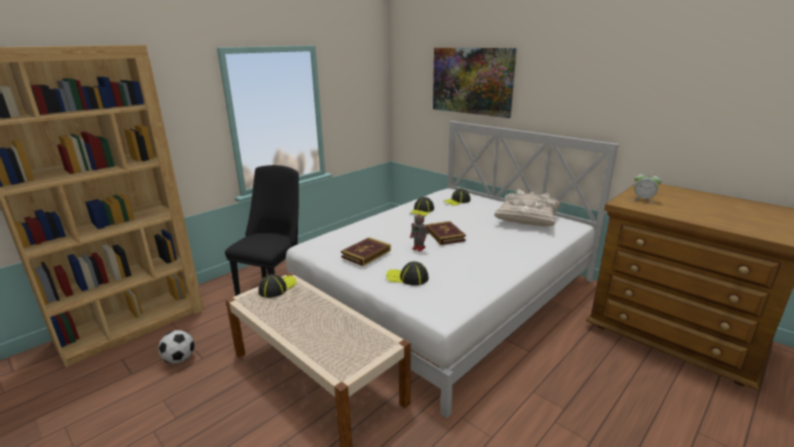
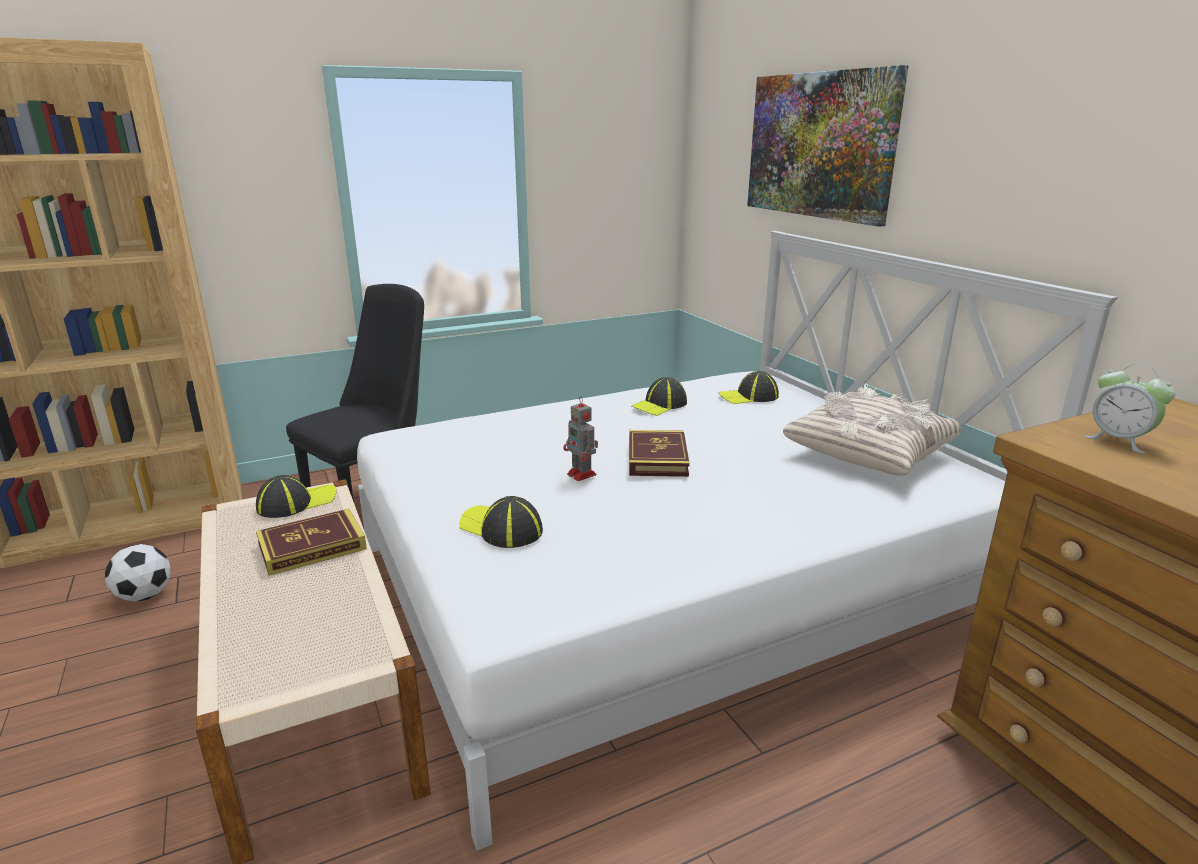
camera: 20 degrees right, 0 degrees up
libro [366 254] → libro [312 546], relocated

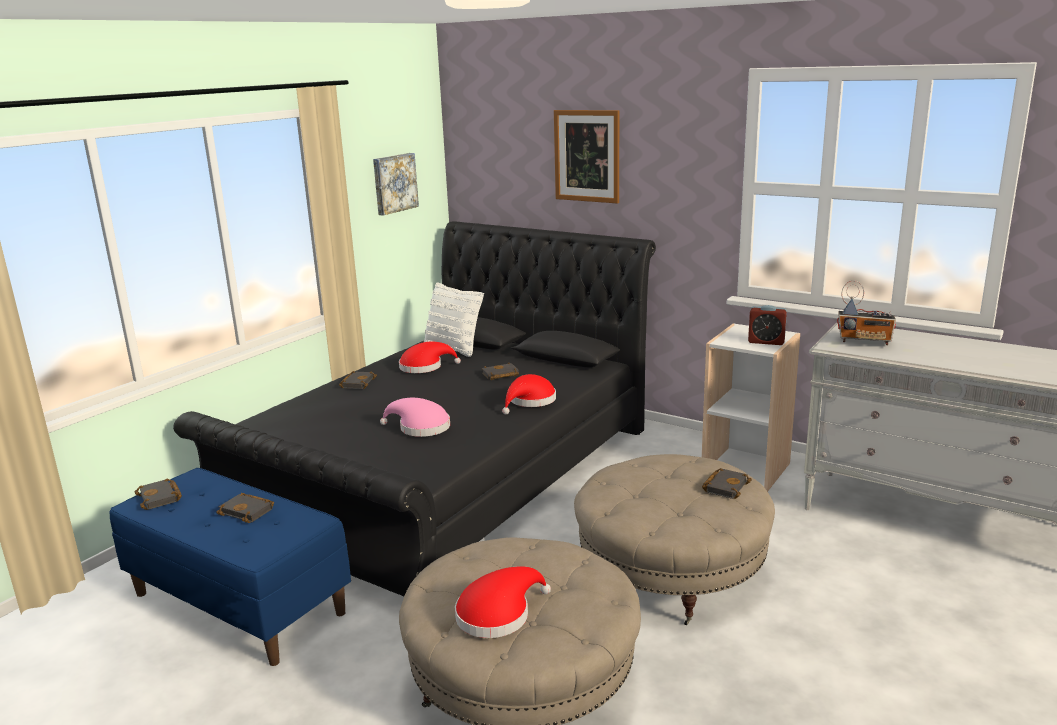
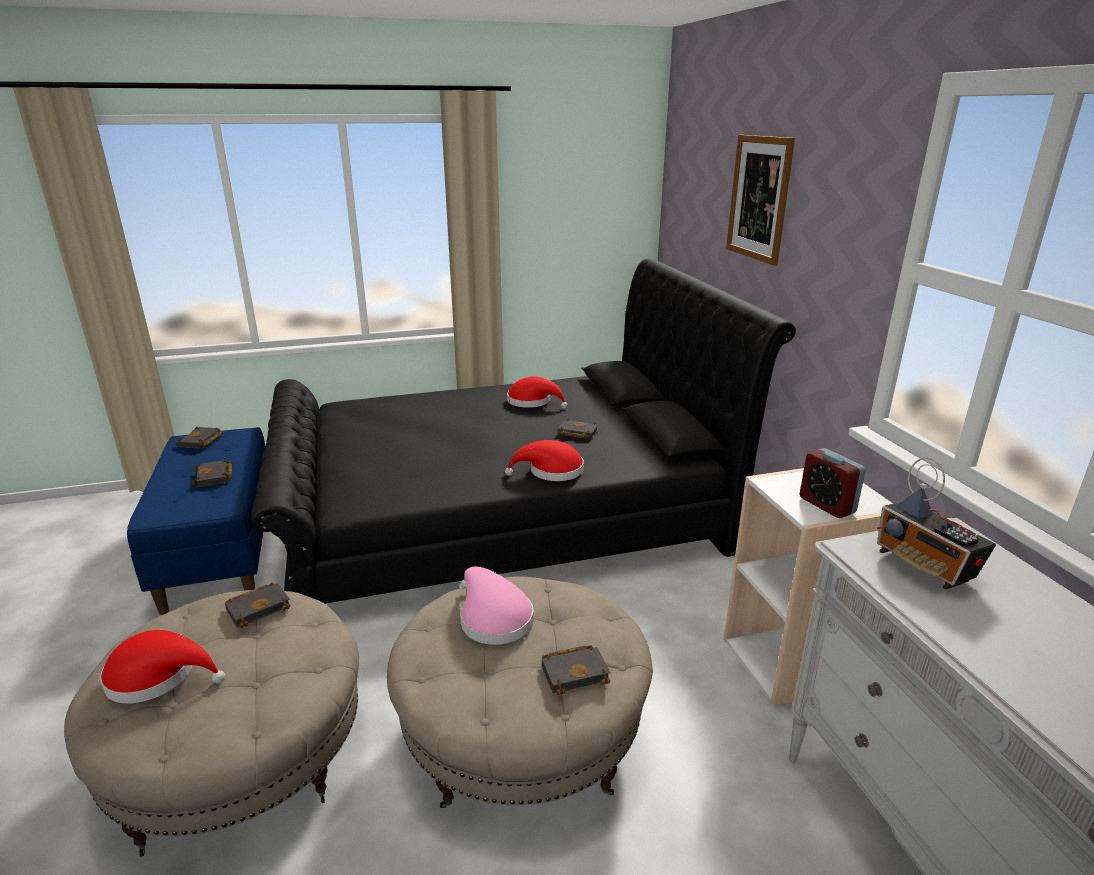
camera: 40 degrees right, 5 degrees up
cuadro [394 183] → -
cojín (blanco) [455 349] → -
libro (negro) [357 383] → libro (negro) [259 607], relocated
sombrero (rosa) [420 427] → sombrero (rosa) [493 618], relocated

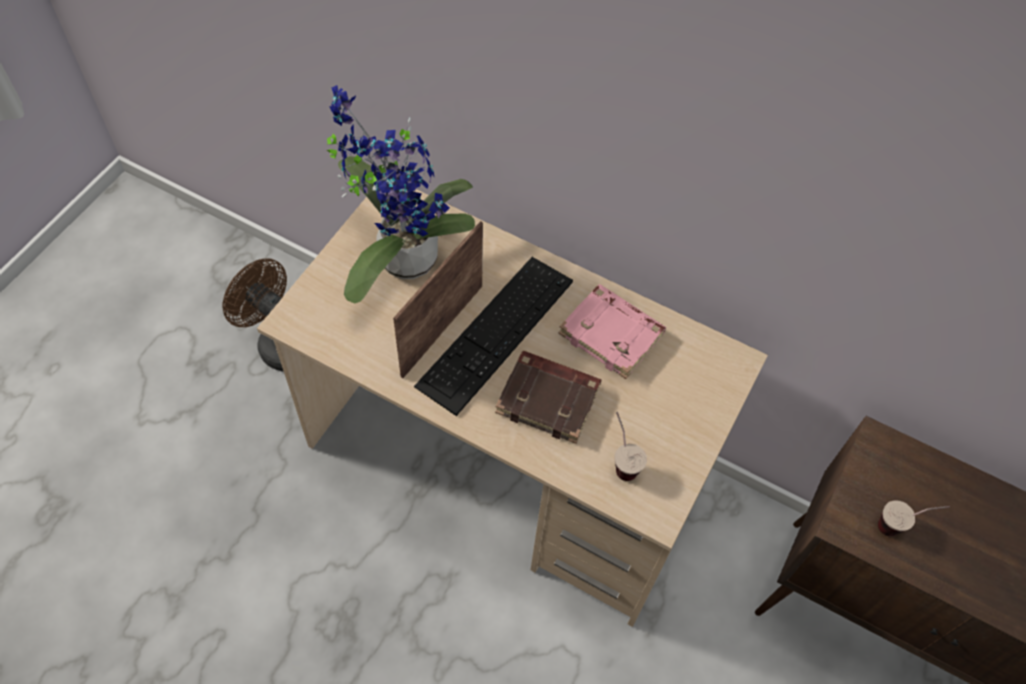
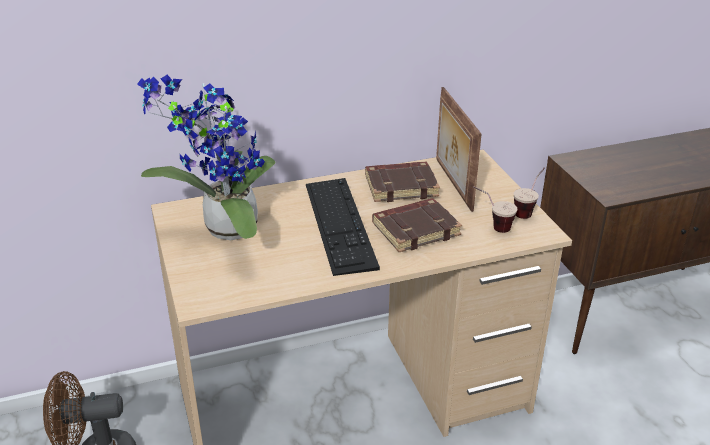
camera: 45 degrees left, 25 degrees down
portarretratos [440 329] → portarretratos [452 184], relocated
taza [900 526] → taza [528 210], relocated
libro (rosa) [613 334] → libro (marrón) [401 186]

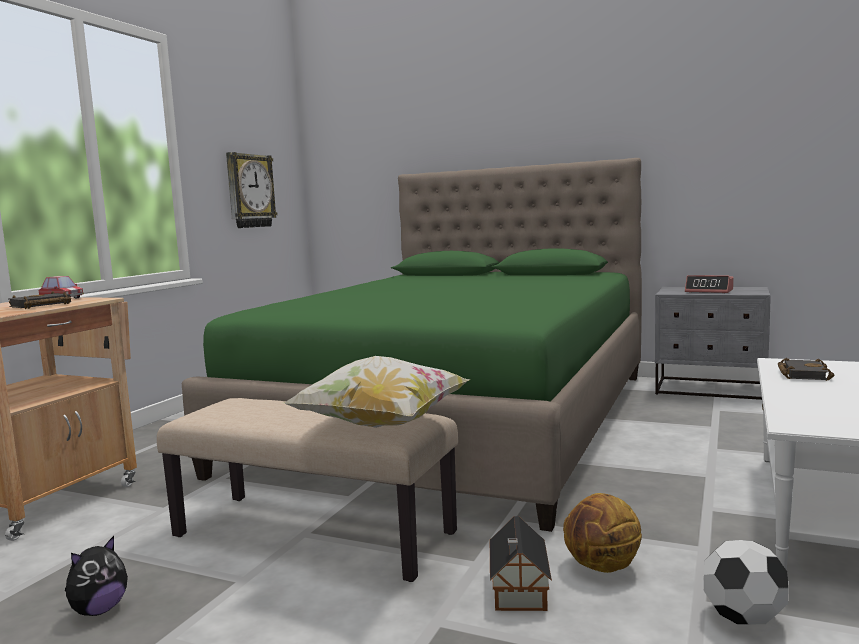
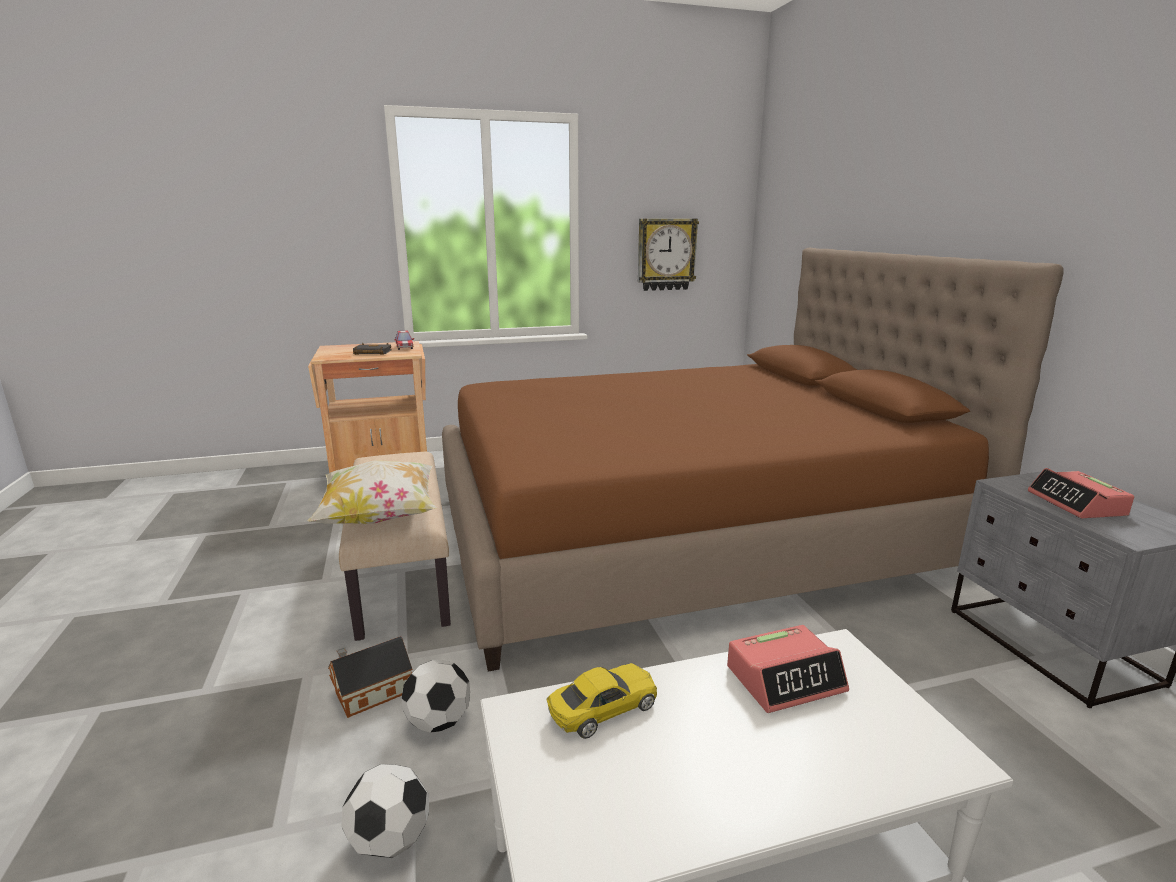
camera: 50 degrees right, 10 degrees up
peluche [99 610] → -
- → coche de juguete (amarillo) [603 708]
balón de baloncesto [602 567] → balón de fútbol [439 722]
libro (negro) [801 374] → despertador [785 679]
cama (verde) [459 419] → cama (marrón) [687 534]

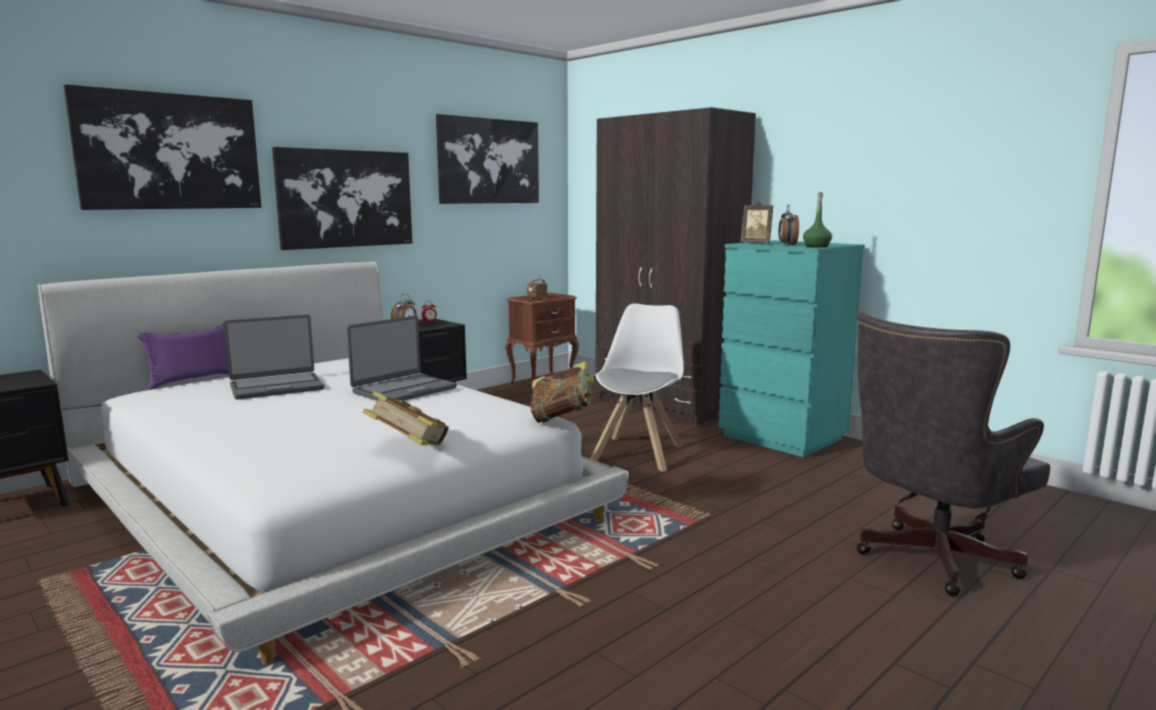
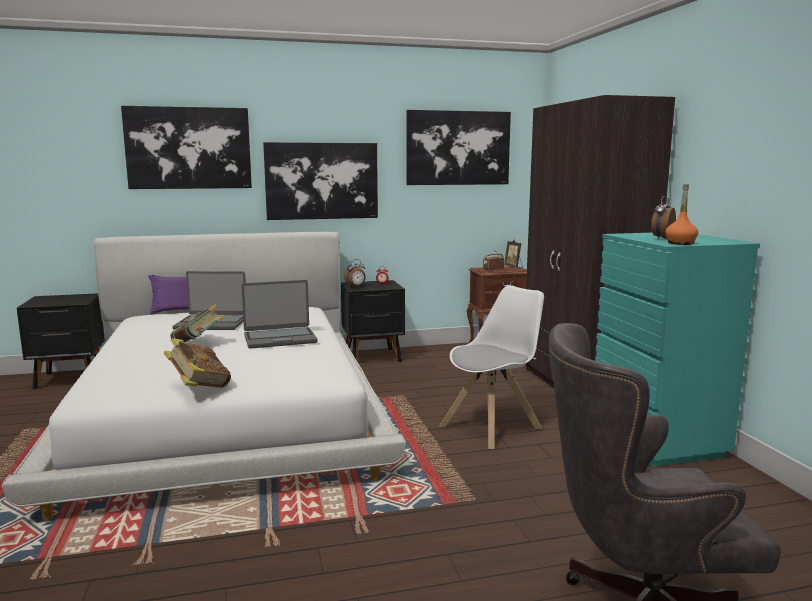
camera: 30 degrees right, 0 degrees up
libro [562 418] → libro [198 344], relocated
portarretratos [756 243] → portarretratos [514 267], relocated
botella (verde) [816 246] → botella (naranja) [680 243]

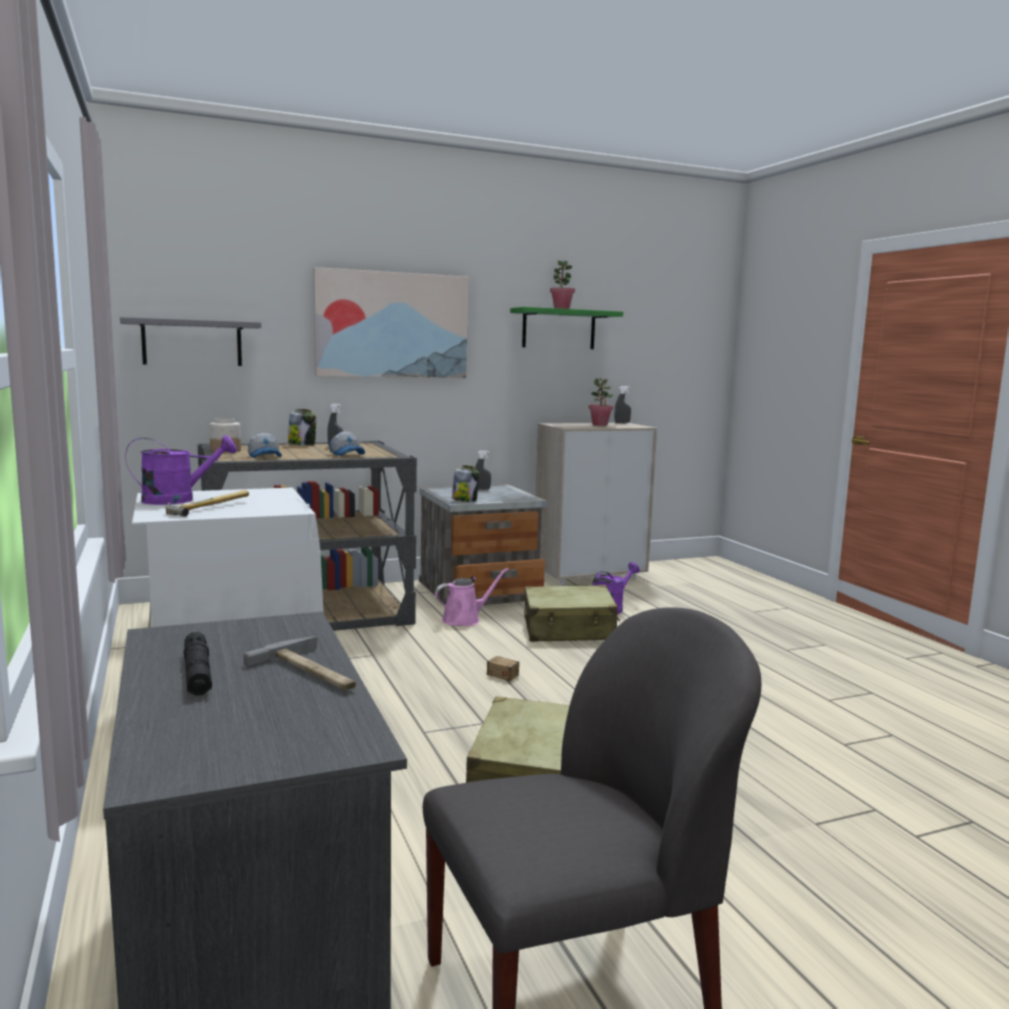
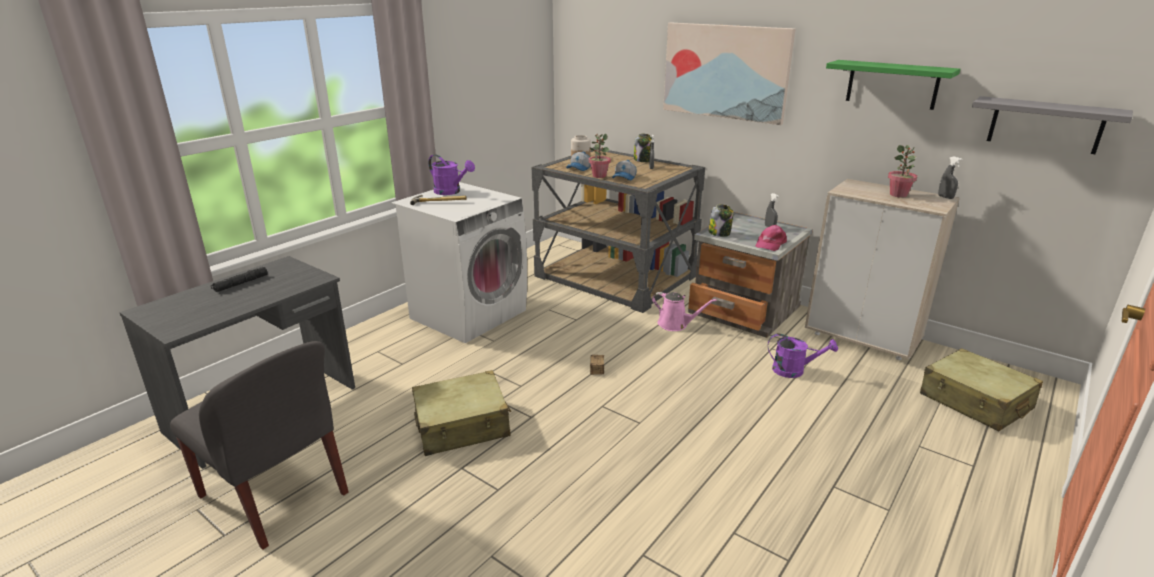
camera: 60 degrees right, 15 degrees up
martillo [313 672] → -
- → gorra (rosa) [770 244]
estante (gris) [192 343] → estante (gris) [1045 125], relocated
maleta (beis) [569 630] → maleta (beis) [975 402], relocated
planta en maceta [561 309] → planta en maceta [599 176], relocated

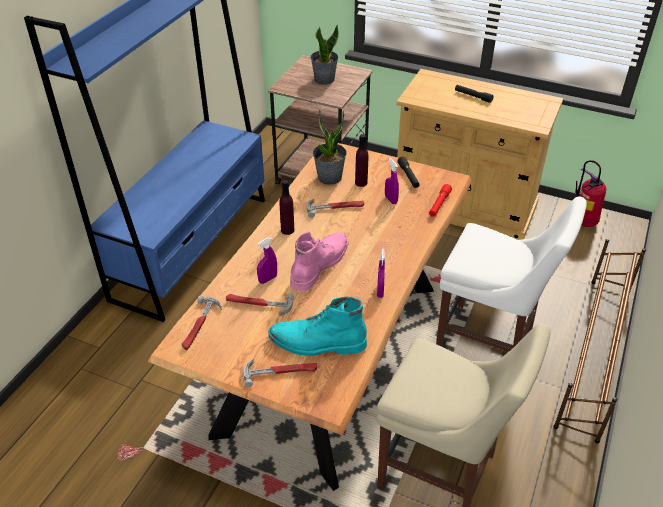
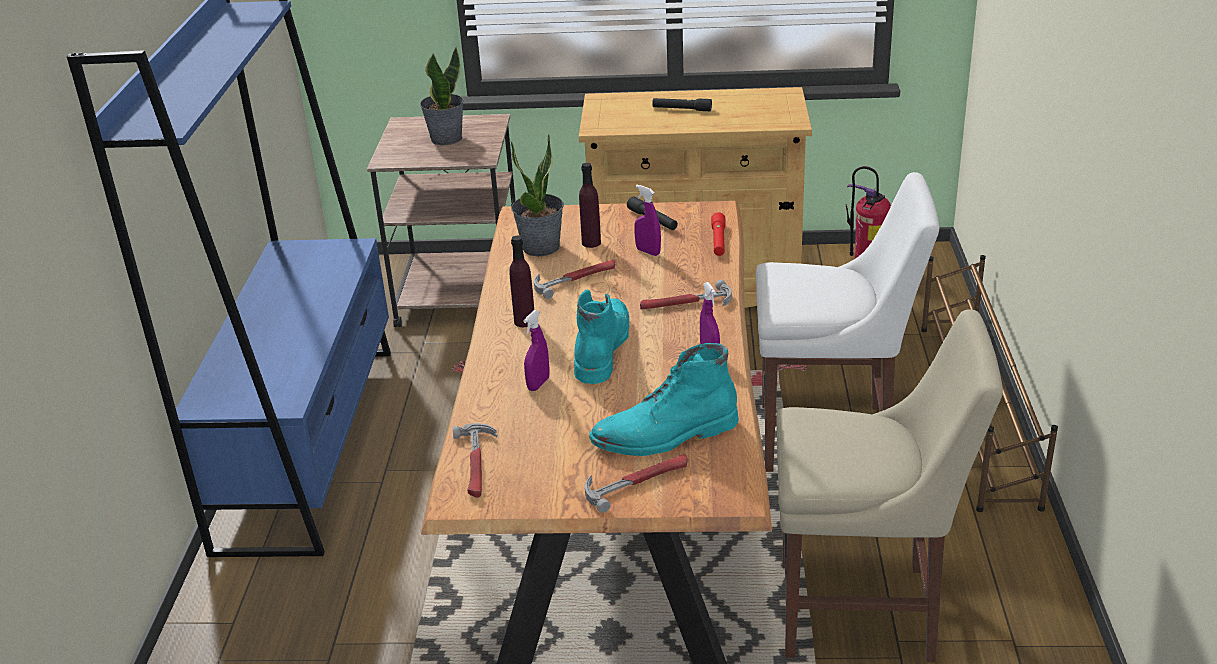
camera: 20 degrees left, 10 degrees down
martillo [258 304] → martillo [686 303], relocated
bota (rosa) [319 264] → bota (turquesa) [600 348]

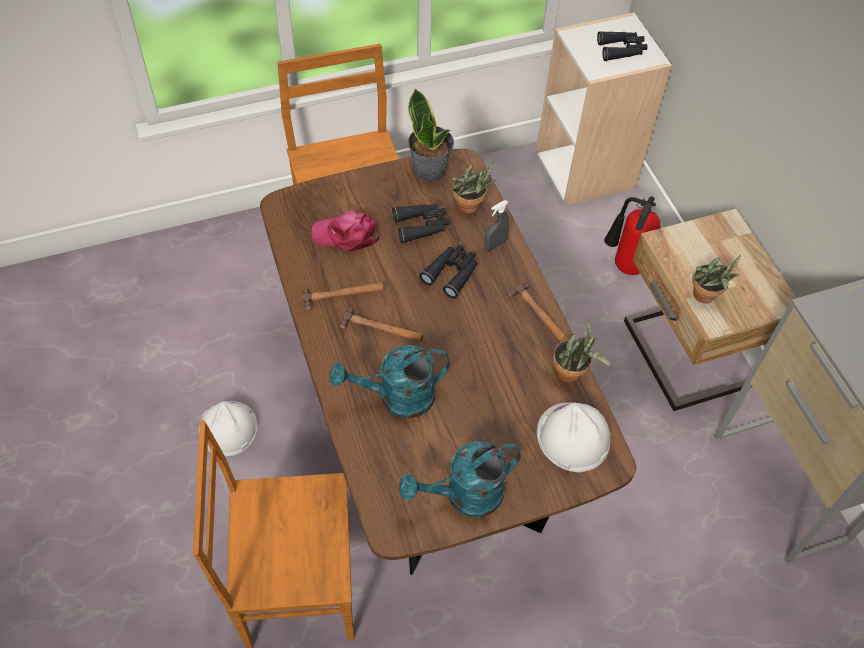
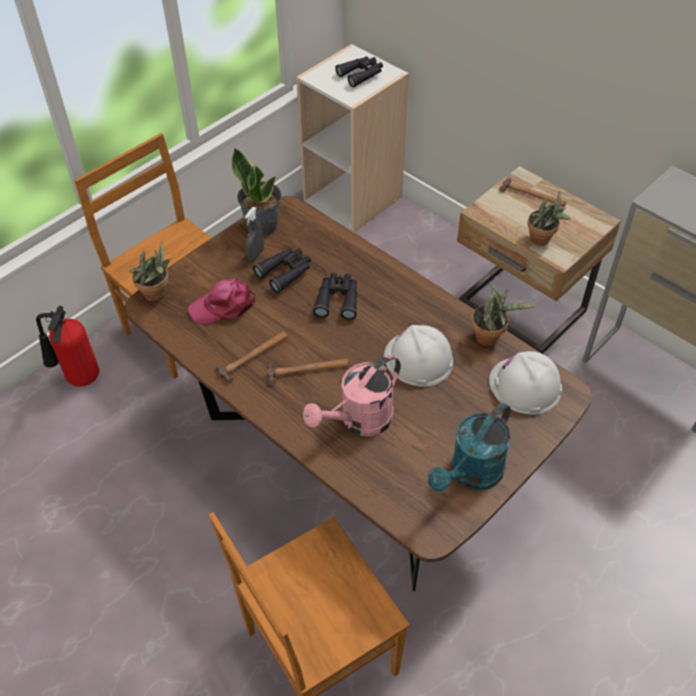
camera: 25 degrees left, 5 degrees down
casco (blanco) [228 428] → casco (blanco) [418 359], relocated
planta en maceta [470 208] → planta en maceta [157 295], relocated
pulverizador (gris) [495 245] → pulverizador (gris) [256 255], relocated
martillo [540 316] → martillo [533 196], relocated
extintor [624 265] → extintor [78 378], relocated
regadera (turquesa) [397 398] → regadera (rosa) [359 421]

